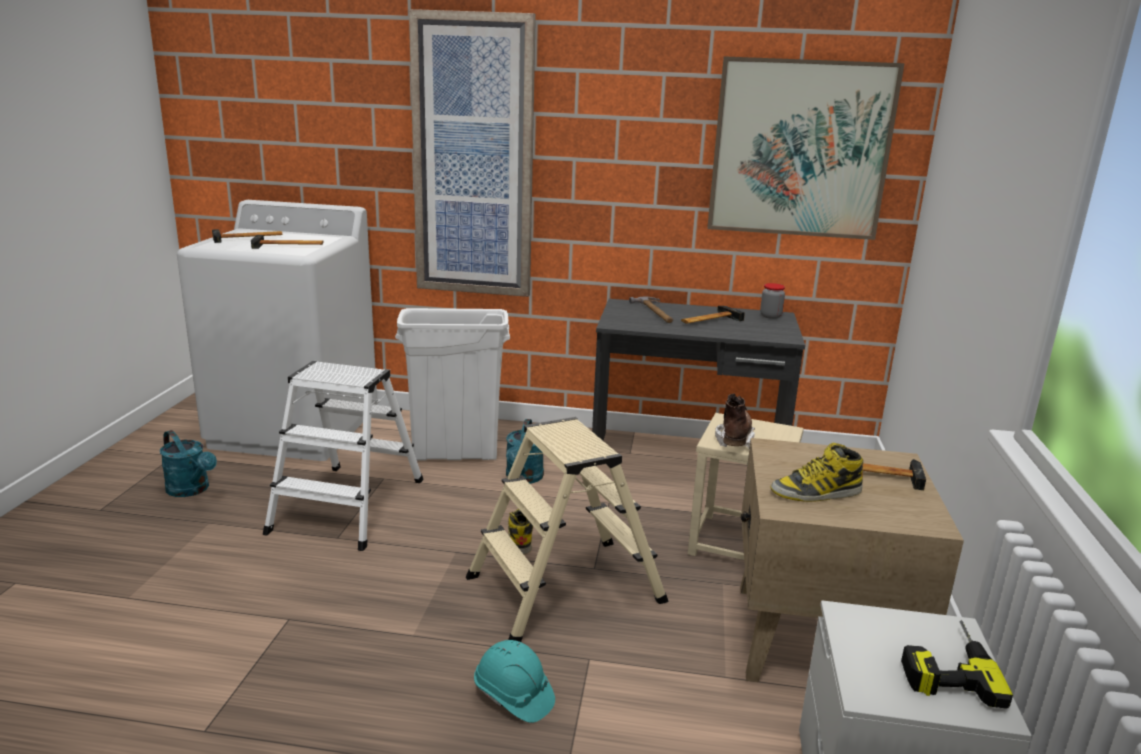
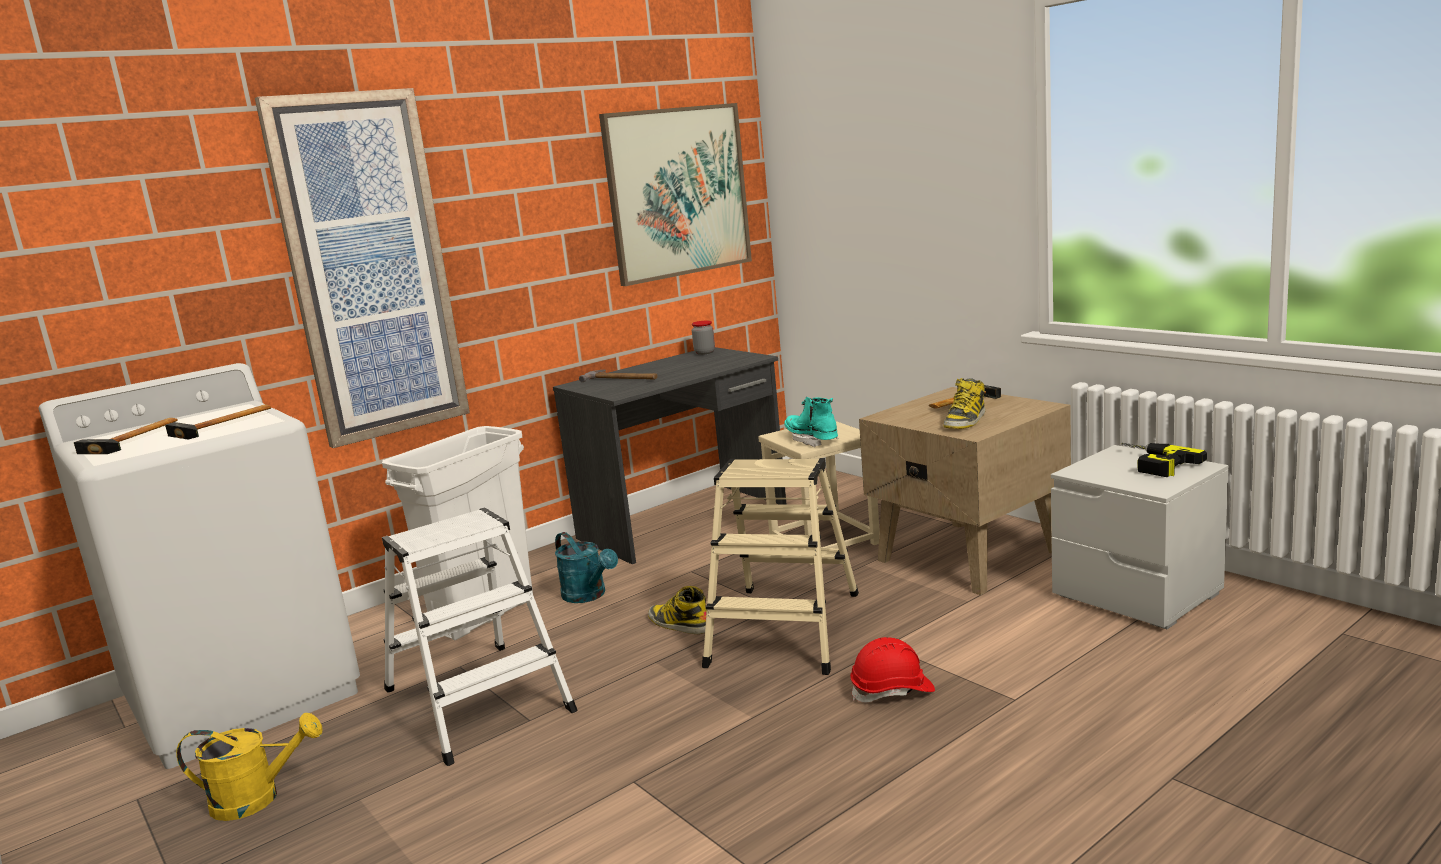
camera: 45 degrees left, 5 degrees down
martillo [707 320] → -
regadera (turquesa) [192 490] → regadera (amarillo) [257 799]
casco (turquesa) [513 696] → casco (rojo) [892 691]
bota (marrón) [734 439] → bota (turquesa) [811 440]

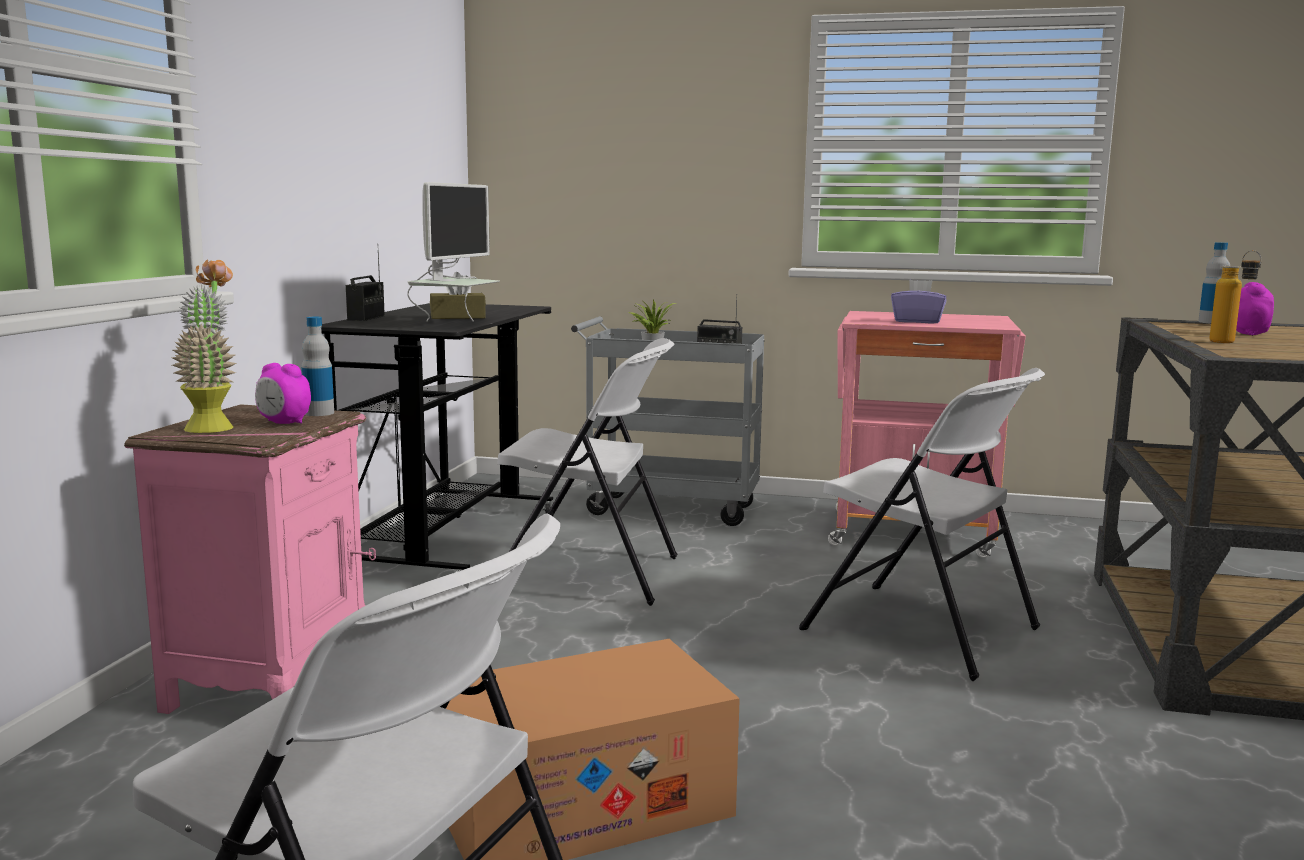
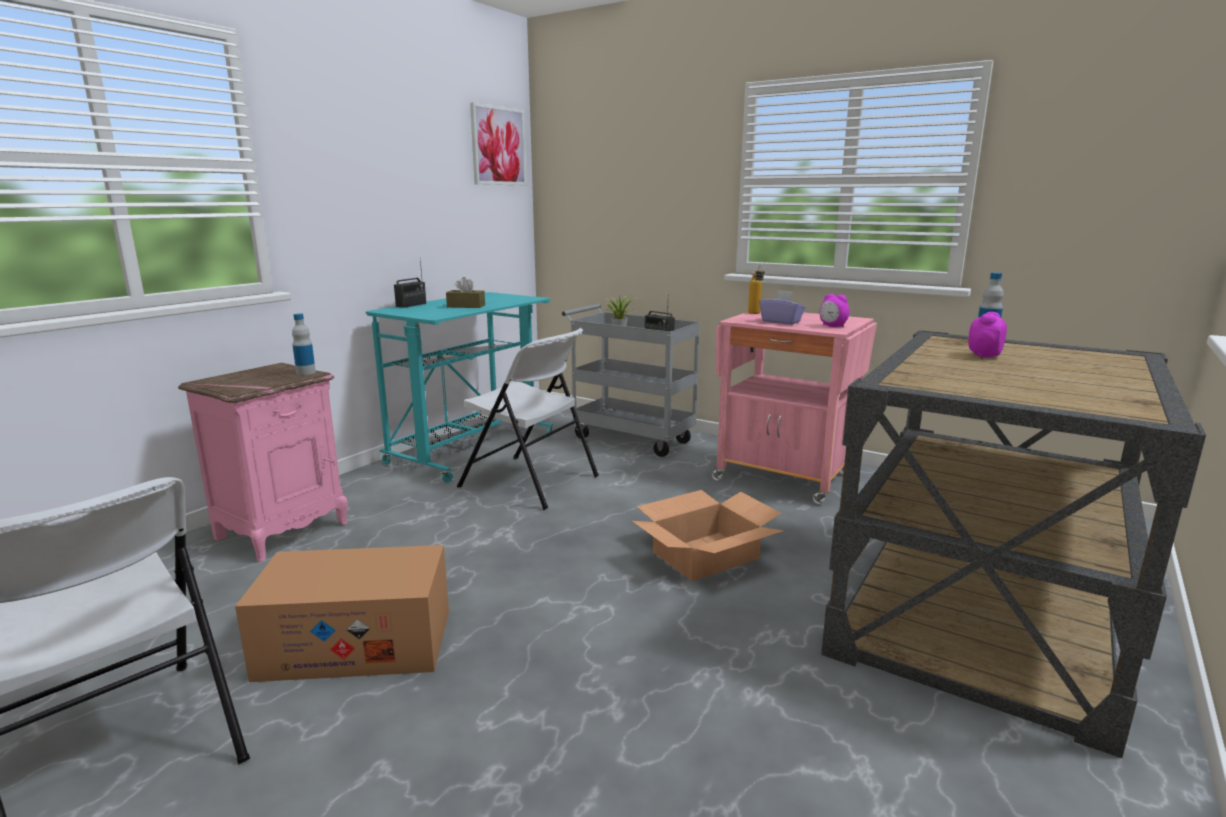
camera: 20 degrees right, 5 degrees up
planta en maceta [213 426] → -
monitor [454 325] → -
- → cuadro [498 146]
despertador [284 423] → despertador [832 326], relocated
botella [1230 343] → botella [755 314], relocated
silla (blanco) [919 629] → caja de cartón [705 555]
escritorio (negro) [449 543] → escritorio (turquesa) [472 449]

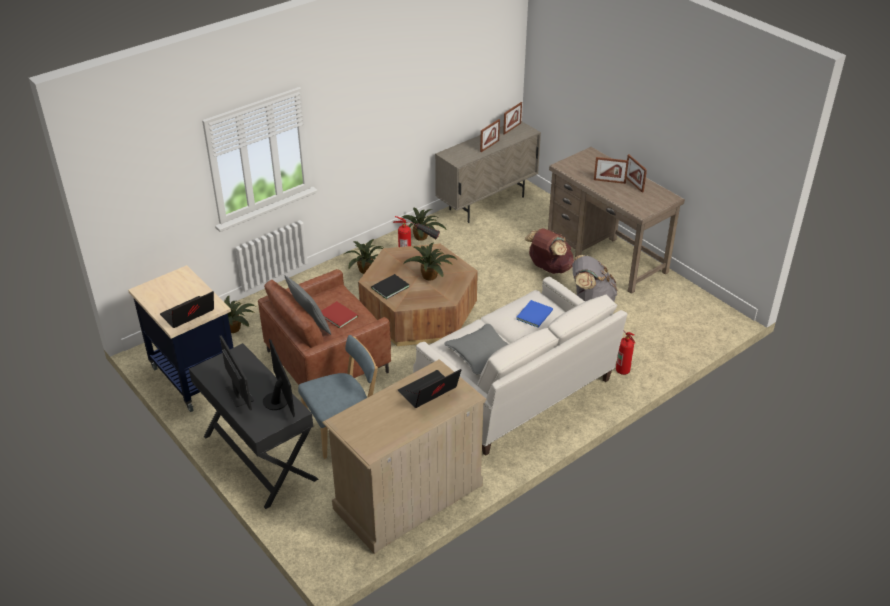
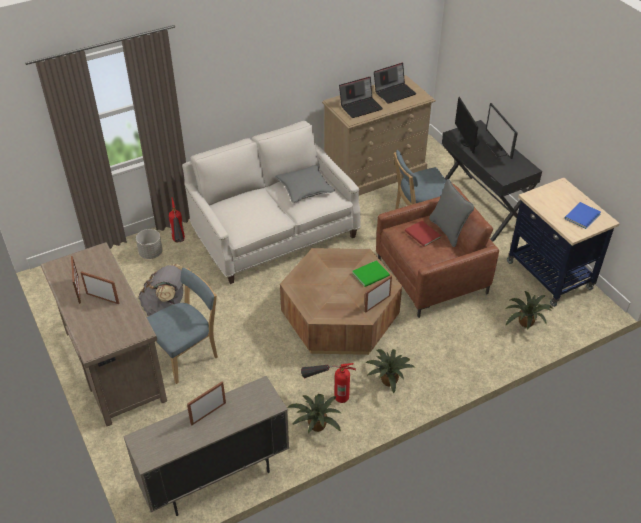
camera: 170 degrees left, 5 degrees up
planta en maceta [430 275] → -
- → maceta (gris) [151 253]
portátil [188 315] → portátil [394 92], relocated
portarretratos [512 128] → portarretratos [377 303], relocated
libro (azul) [535 314] → libro (azul) [581 216], relocated
mochila (marrón) [549 268] → silla (azul) [187 355]
libro (negro) [389 287] → libro (verde) [372 274]

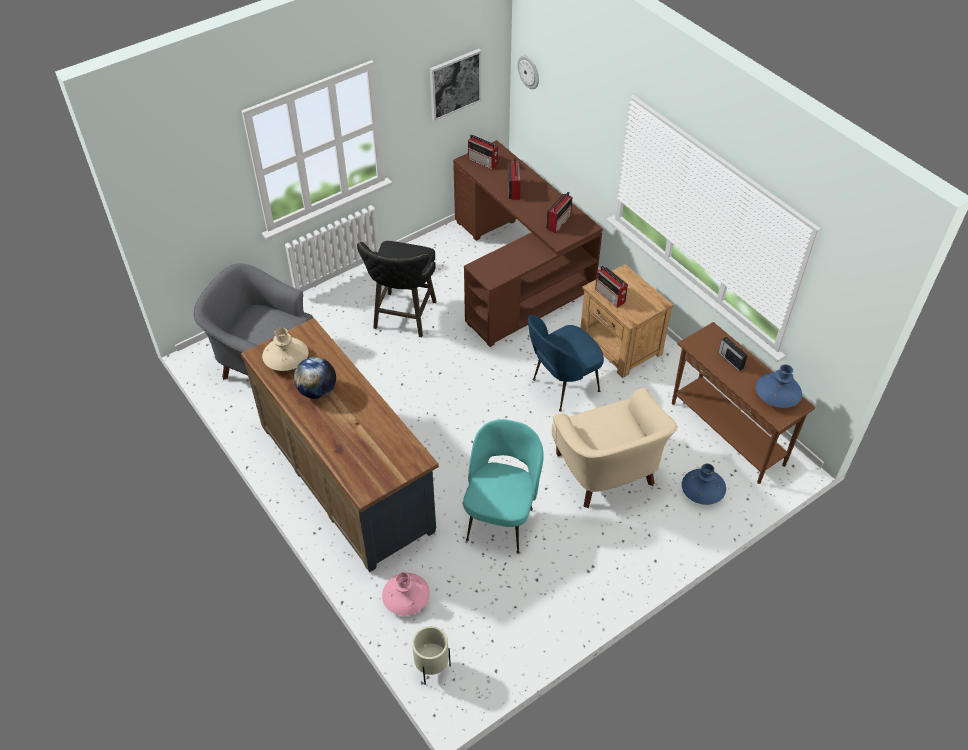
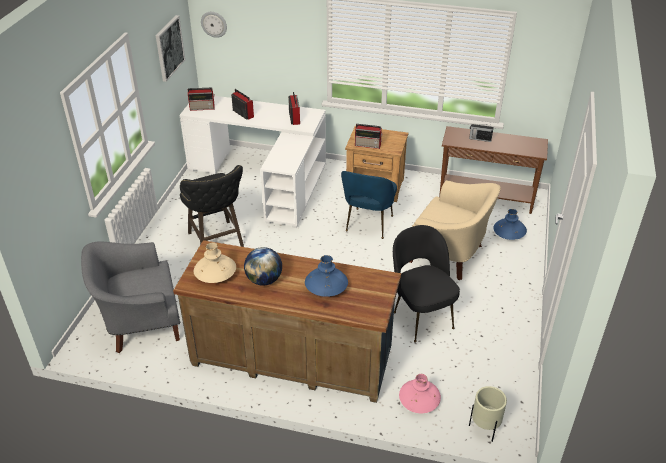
camera: 40 degrees left, 10 degrees down
florero (azul) [776 395] → florero (azul) [326 287], relocated
escritorio (marrón) [519 272] → escritorio (blanco) [265 179]
silla (turquesa) [501 519] → silla (negro) [421 317]

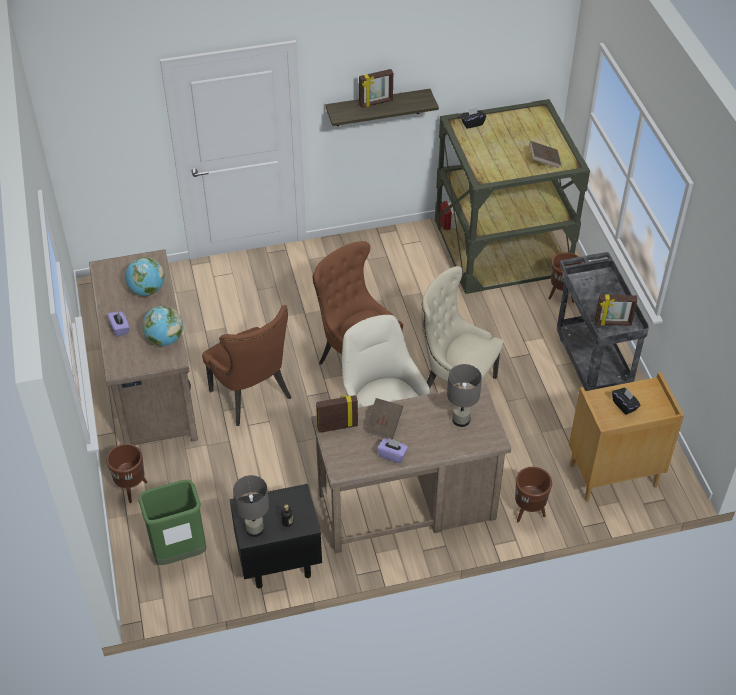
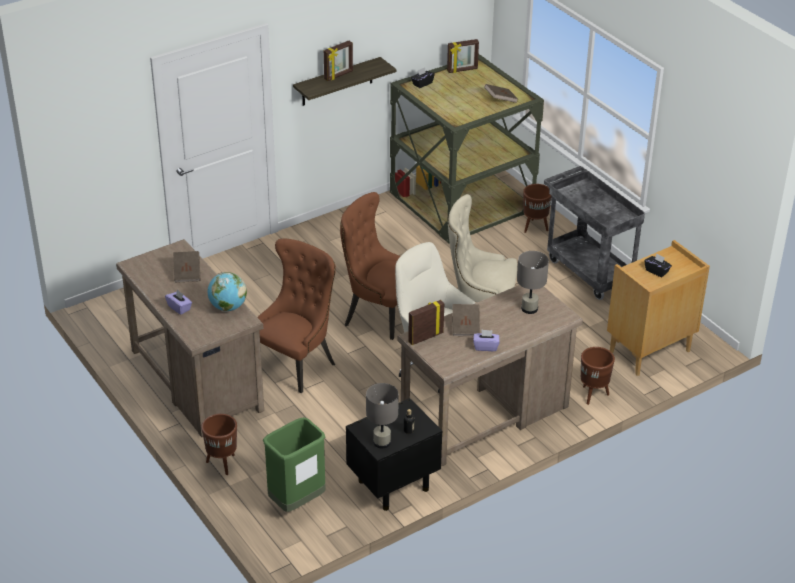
camera: 20 degrees left, 10 degrees down
portarretratos [613 323] → portarretratos [462 70], relocated
globo terráqueo [147 290] → libro (marrón) [187 273]
silla (marrón) [251 396] → silla (marrón) [295 365], 90 degrees counterclockwise

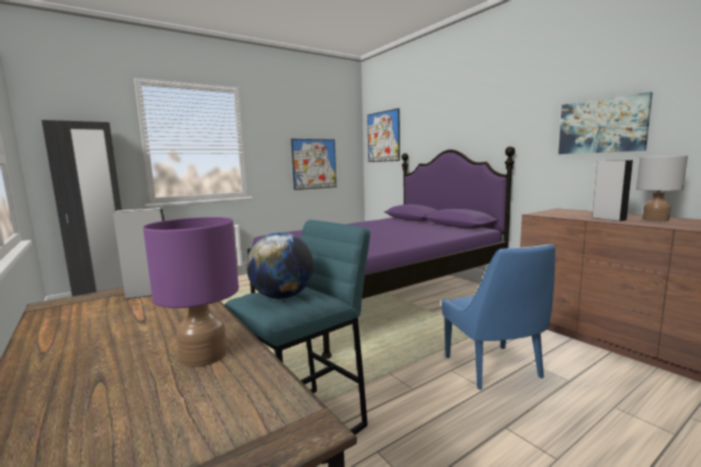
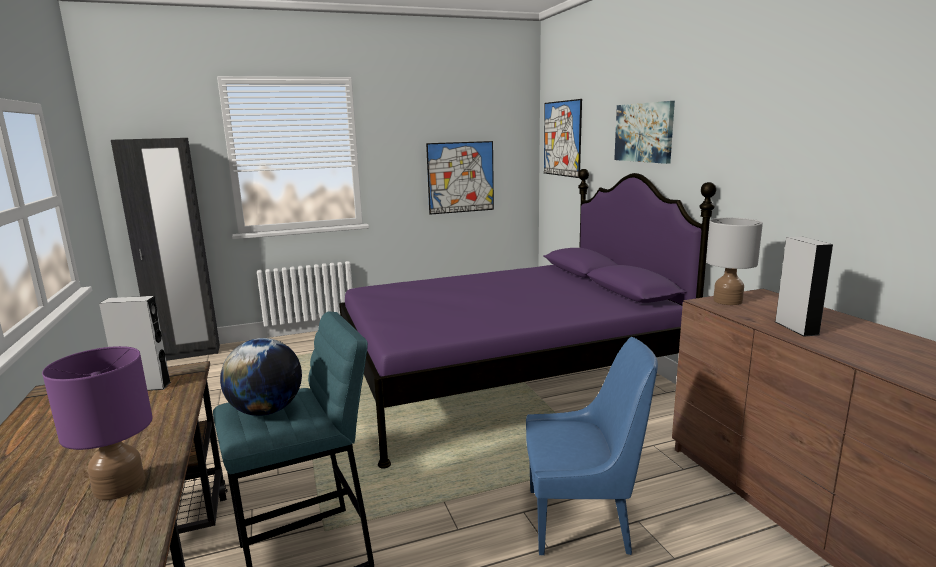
camera: 15 degrees right, 5 degrees up
cuadro [602 126] → cuadro [644 132], relocated
lámpara de mesa (gris) [655 219] → lámpara de mesa (gris) [727 301], relocated
silla (azul) [494 368] → silla (azul) [582 520], 90 degrees counterclockwise

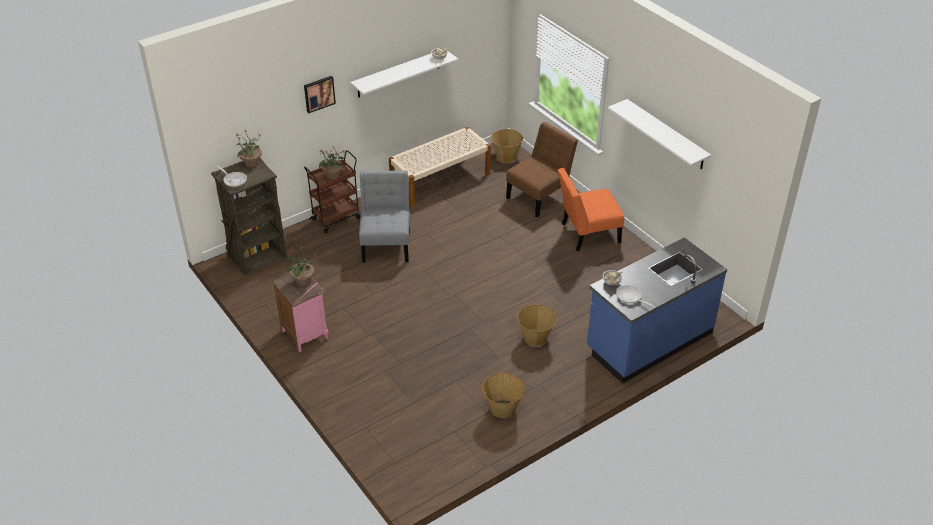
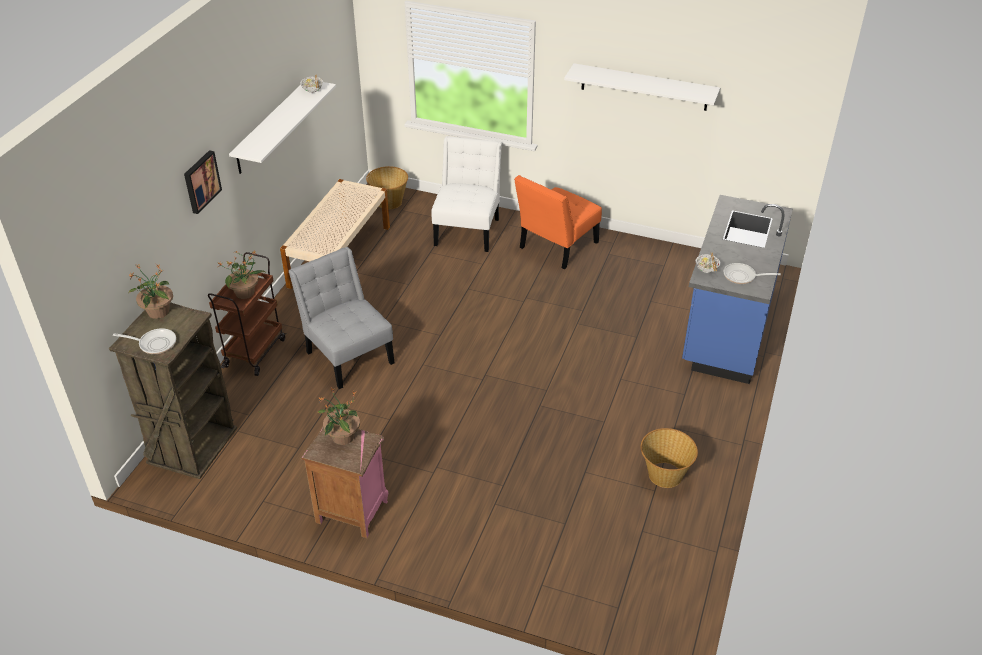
camera: 35 degrees left, 0 degrees up
cesta [535 337] → -
silla (marrón) [539 196] → silla (blanco) [468 229]

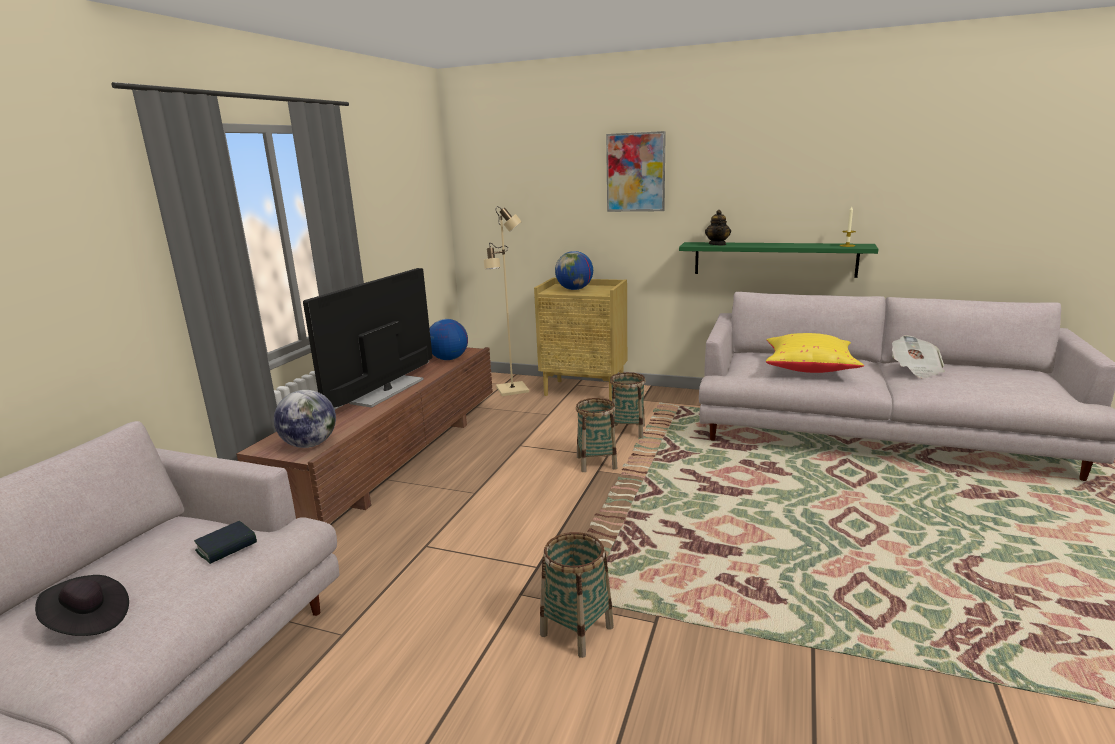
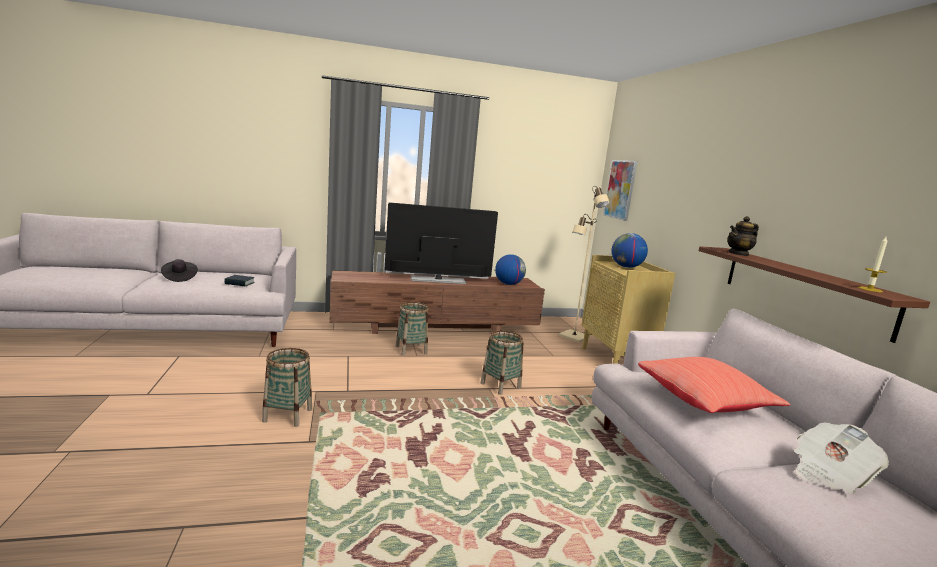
camera: 55 degrees right, 5 degrees down
globo terráqueo [309 445] → -
cuadro [635 172] → cuadro [620 189], relocated
cesta [628 431] → cesta [411 350], relocated
estante (verde) [774 259] → estante (marrón) [801 288]
cojín (amarillo) [809 368] → cojín (rojo) [705 402]

